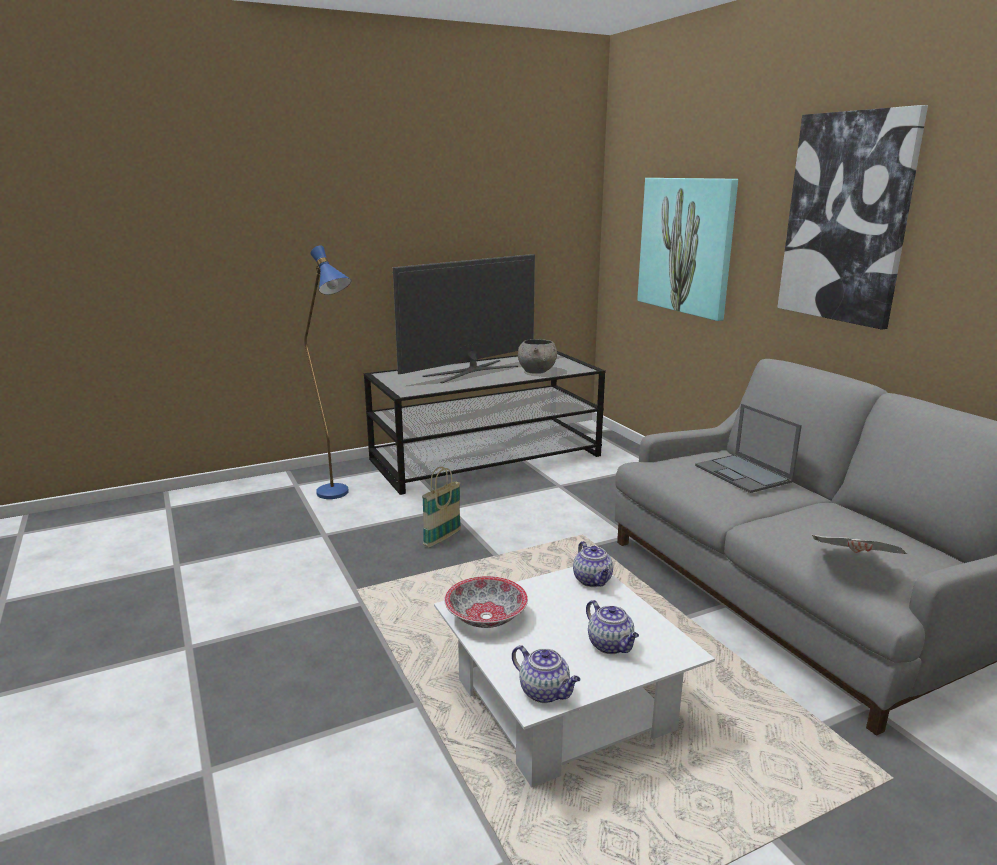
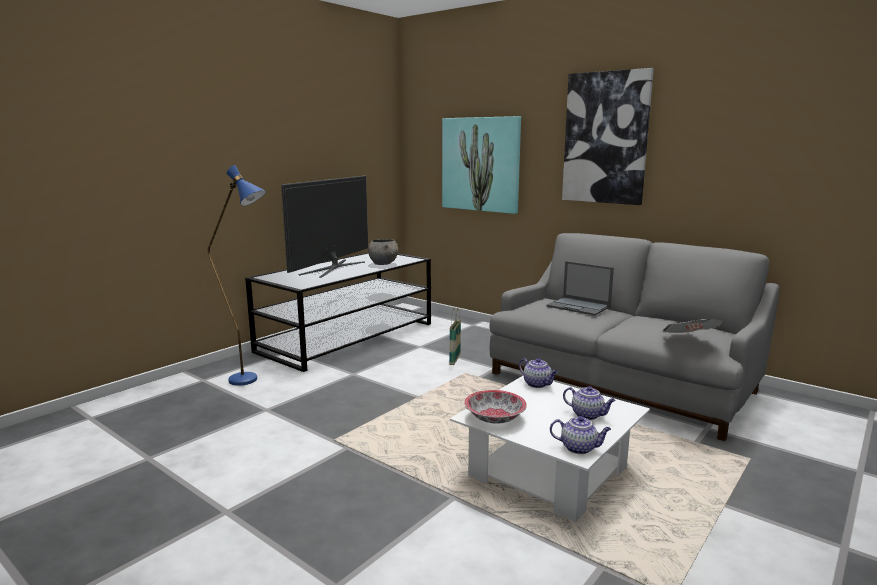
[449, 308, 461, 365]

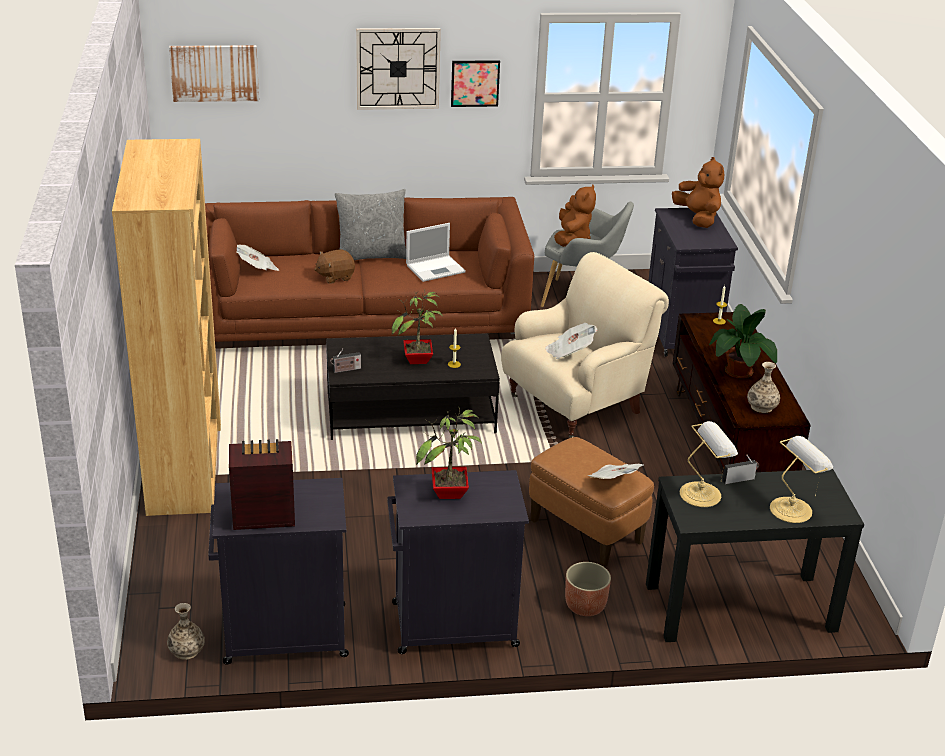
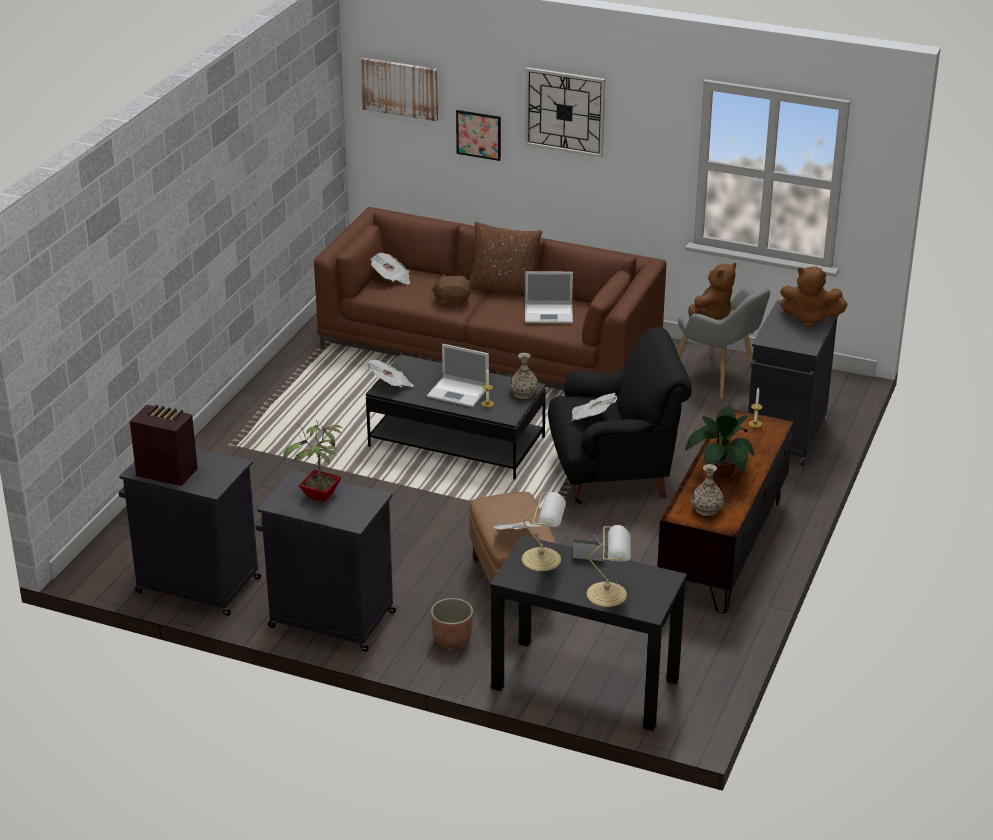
[112, 139, 221, 516] (first image)
[510, 353, 539, 399]
[456, 110, 501, 161]
[365, 360, 414, 387]
[427, 344, 489, 407]
[469, 222, 543, 297]
[548, 327, 691, 504]
[780, 266, 848, 328]

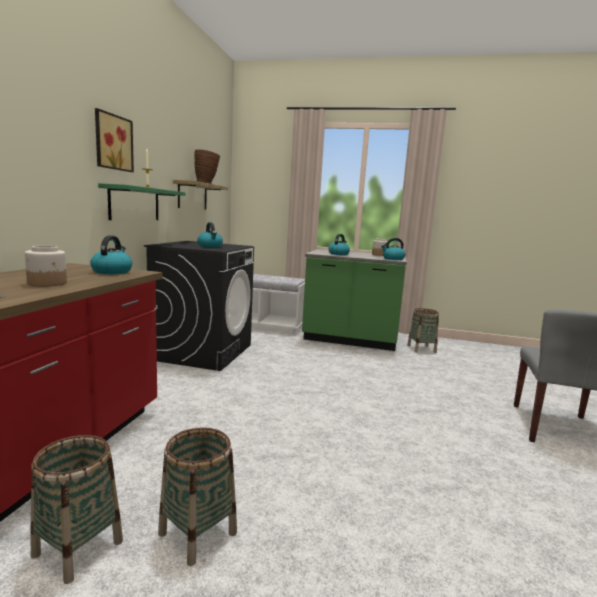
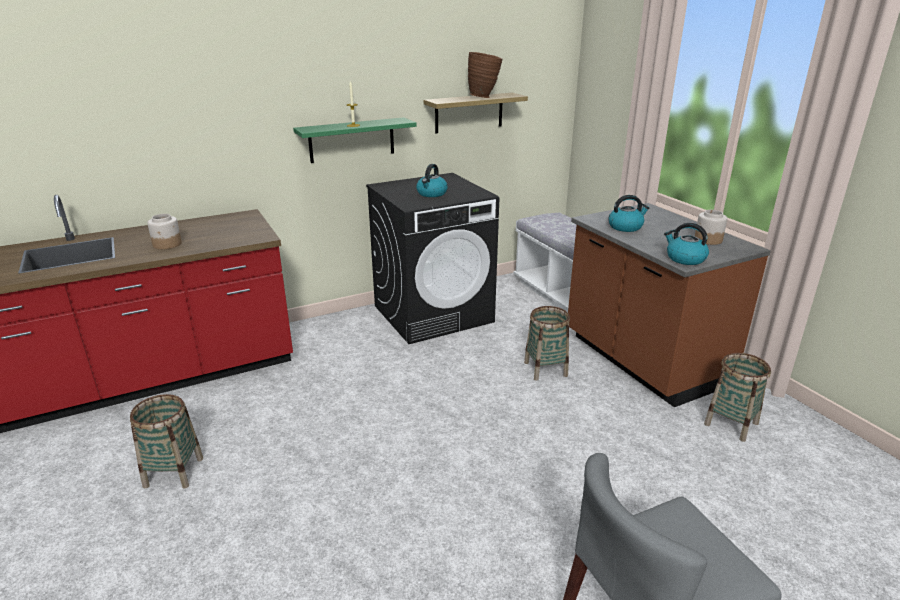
[90, 235, 132, 274] (first image)
[95, 108, 134, 172] (first image)
[524, 306, 570, 381]
[568, 203, 771, 407]

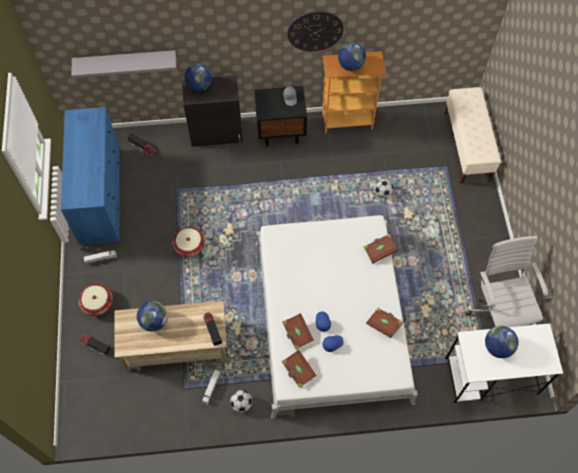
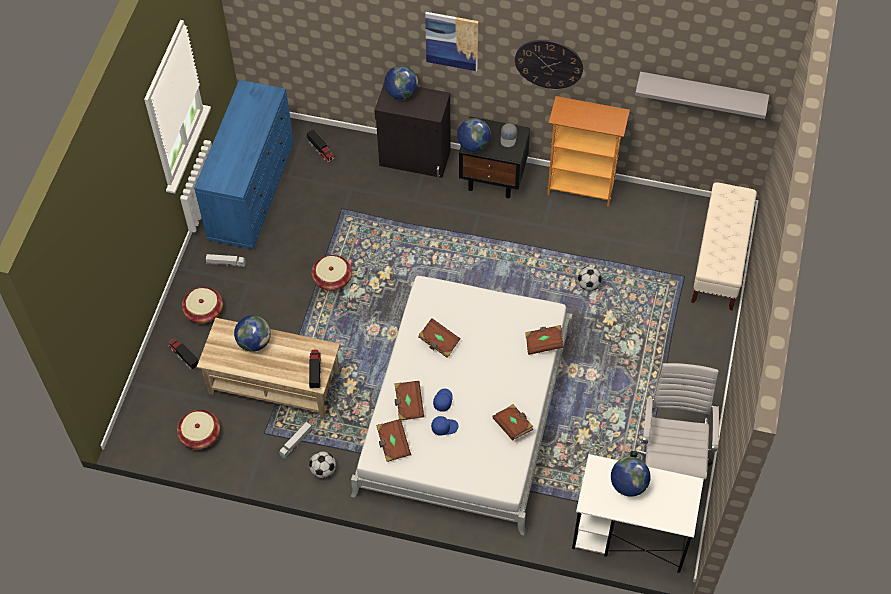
[177, 410, 220, 450]
[418, 318, 461, 358]
[425, 12, 478, 71]
[635, 72, 769, 119]
[457, 118, 491, 152]

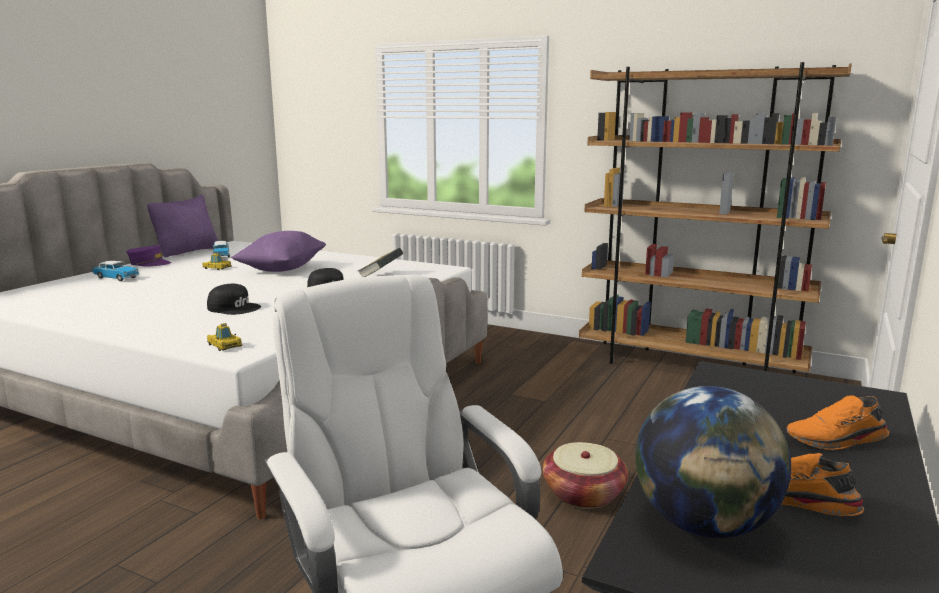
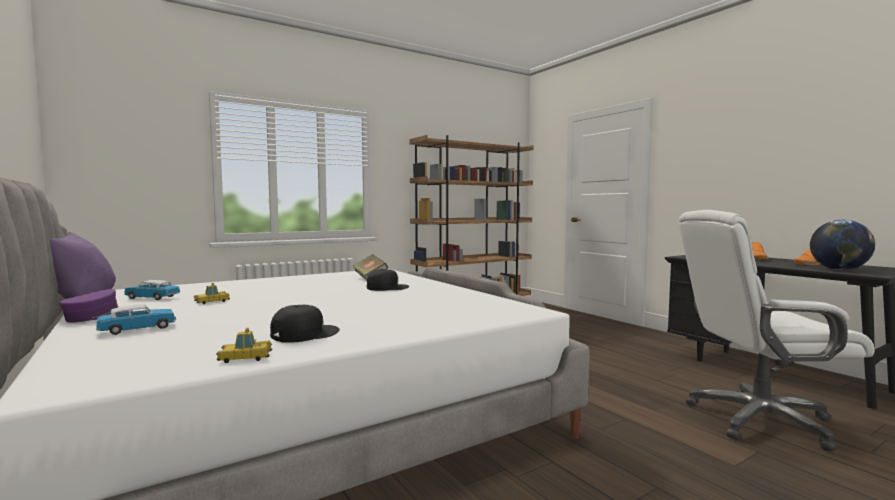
[231, 231, 326, 272] (first image)
[543, 442, 628, 509] (first image)
[270, 305, 340, 343]
[216, 327, 272, 363]

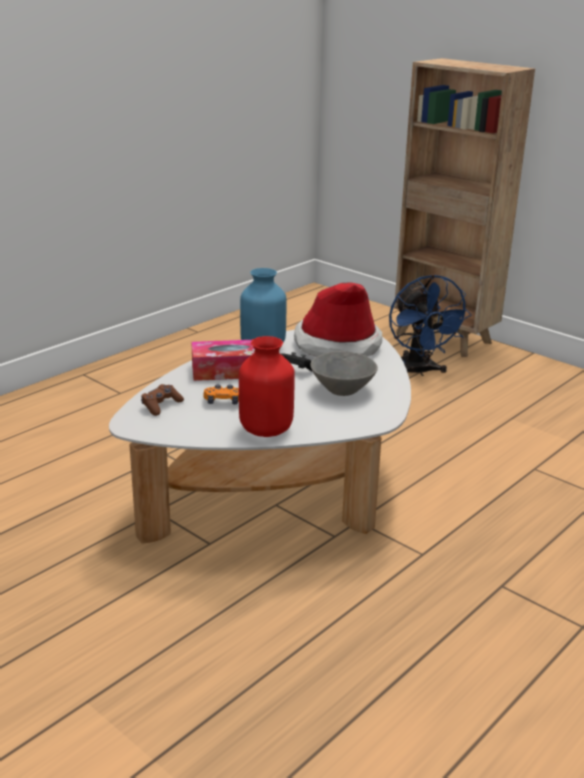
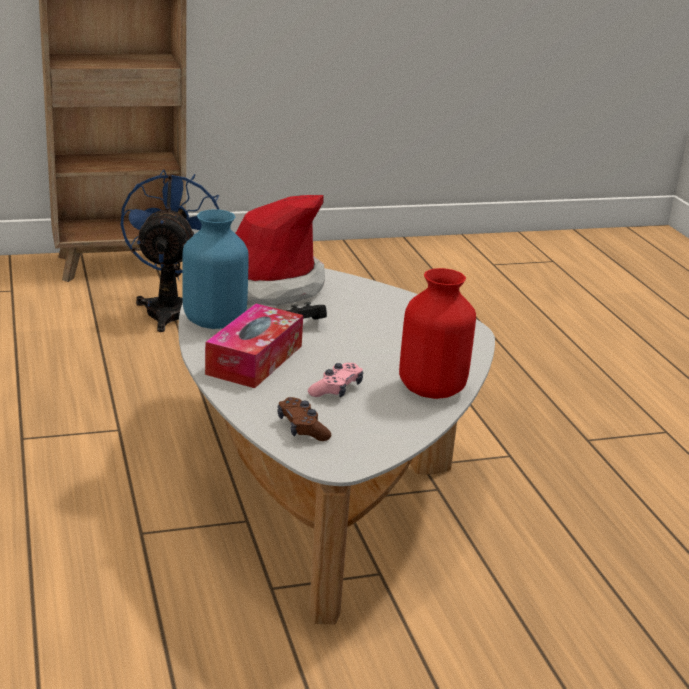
[311, 351, 378, 396] (first image)
[308, 363, 363, 397]
[121, 169, 220, 332]

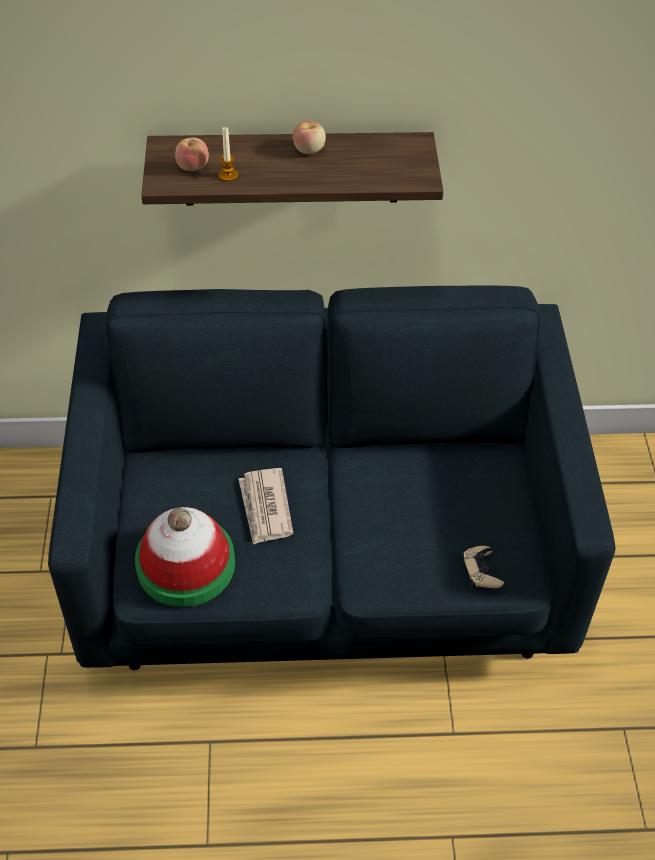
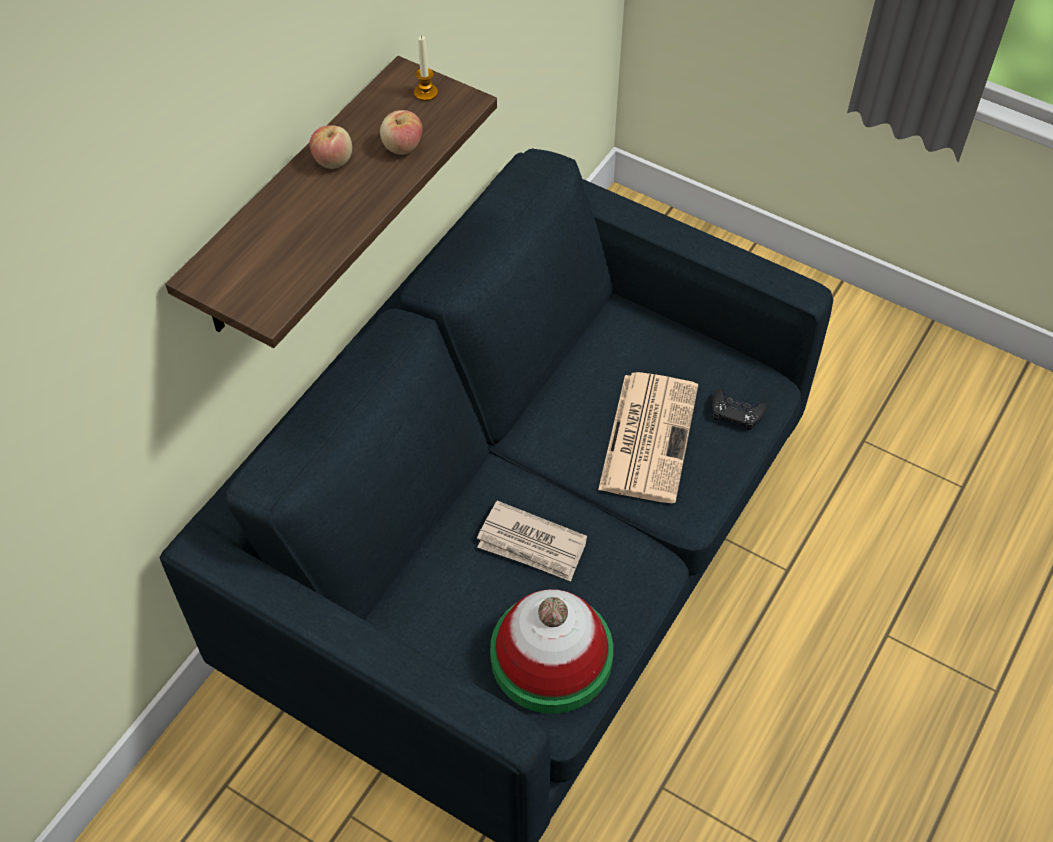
[598, 372, 698, 503]
[380, 110, 422, 155]
[414, 36, 438, 101]
[712, 389, 767, 430]

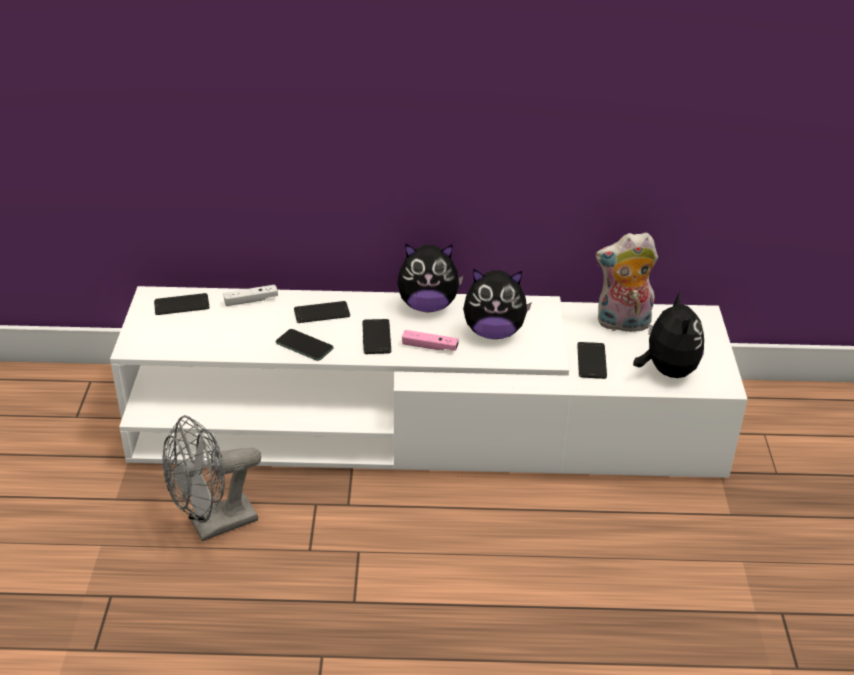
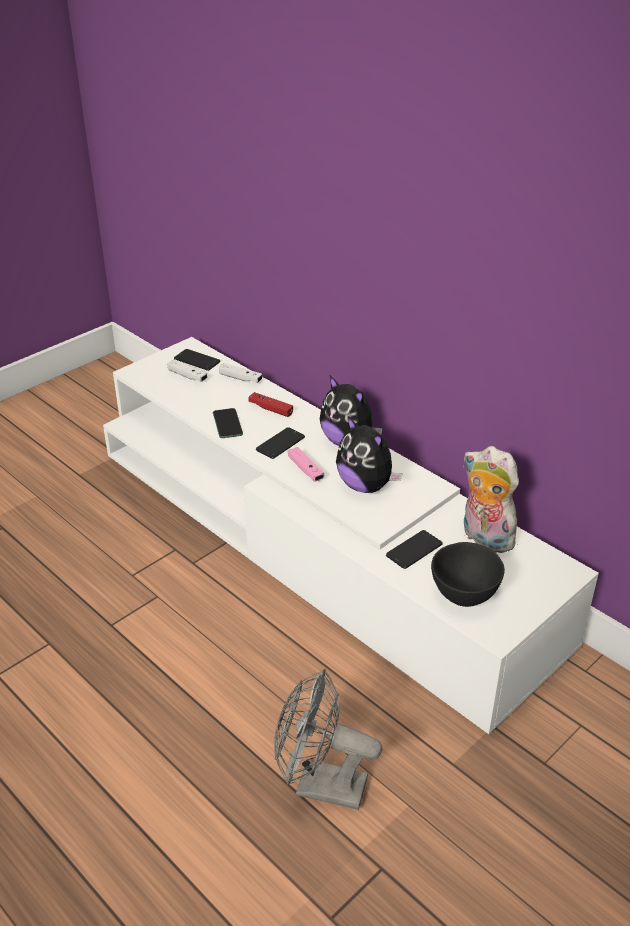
[167, 359, 207, 382]
[274, 669, 382, 810]
[248, 392, 293, 417]
[431, 542, 505, 607]

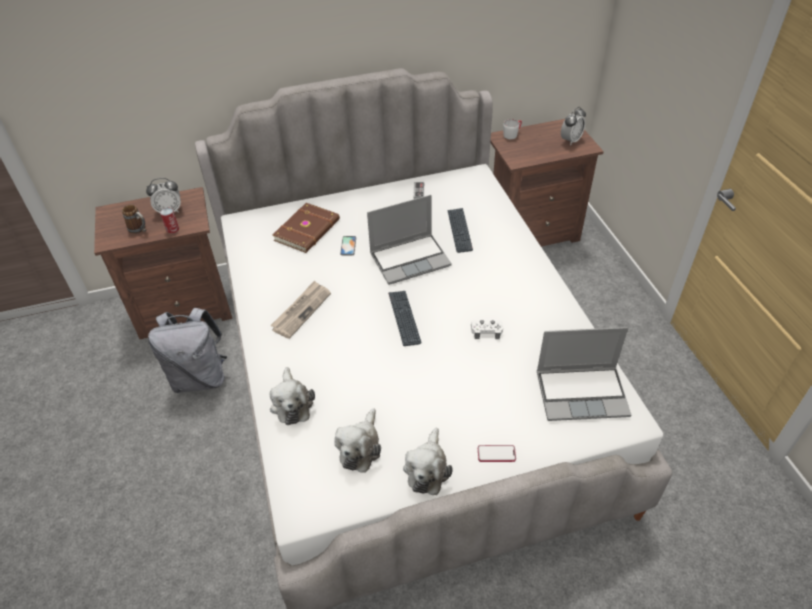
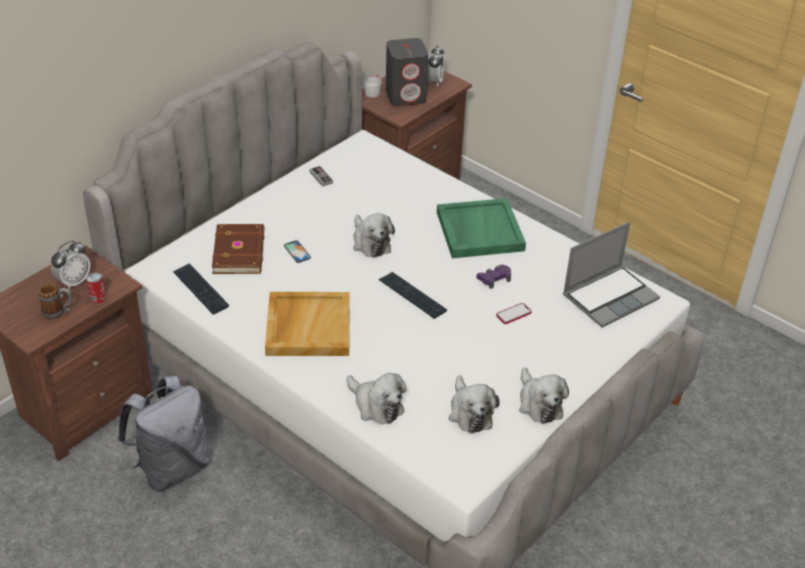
[386, 38, 428, 106]
[437, 198, 526, 258]
[173, 263, 229, 315]
[496, 303, 532, 324]
[265, 292, 350, 356]
[353, 213, 395, 258]
[476, 265, 511, 289]

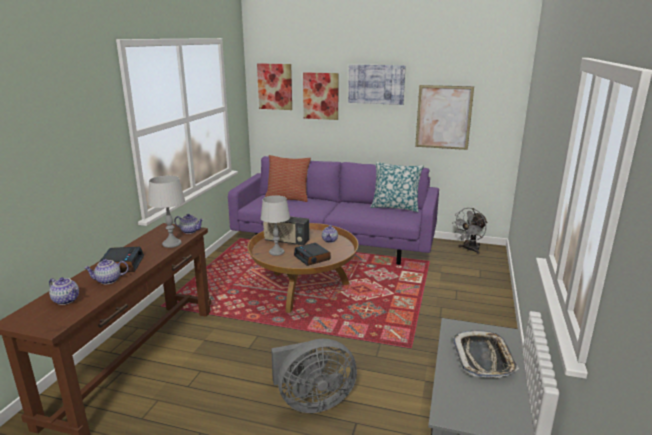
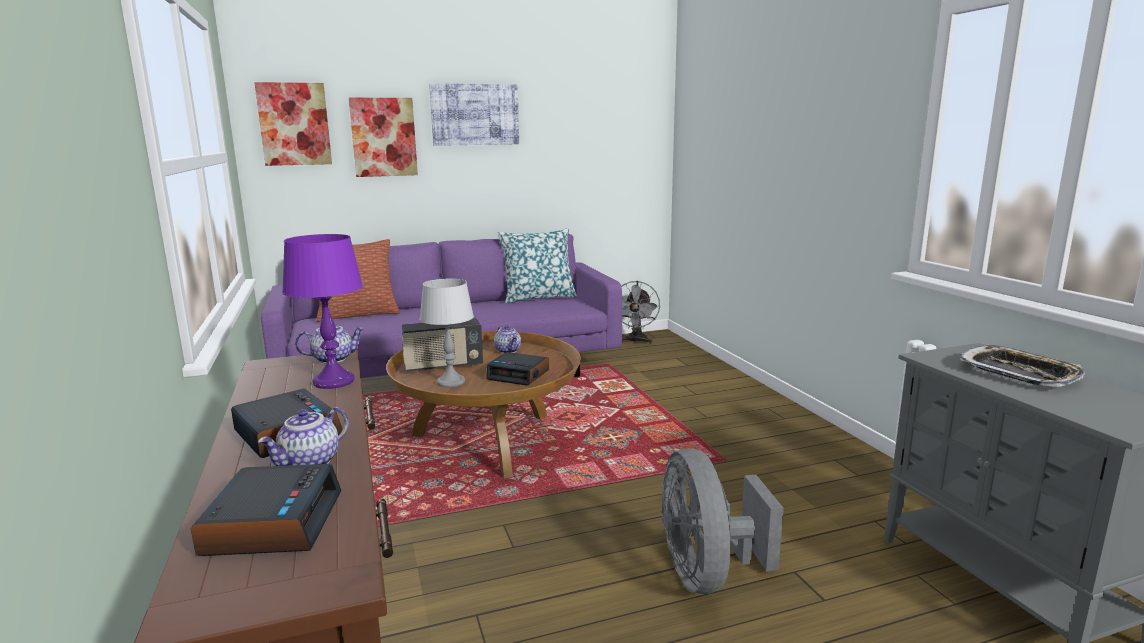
[415, 85, 474, 150] (first image)
[191, 464, 342, 556]
[282, 234, 363, 389]
[661, 448, 784, 594]

